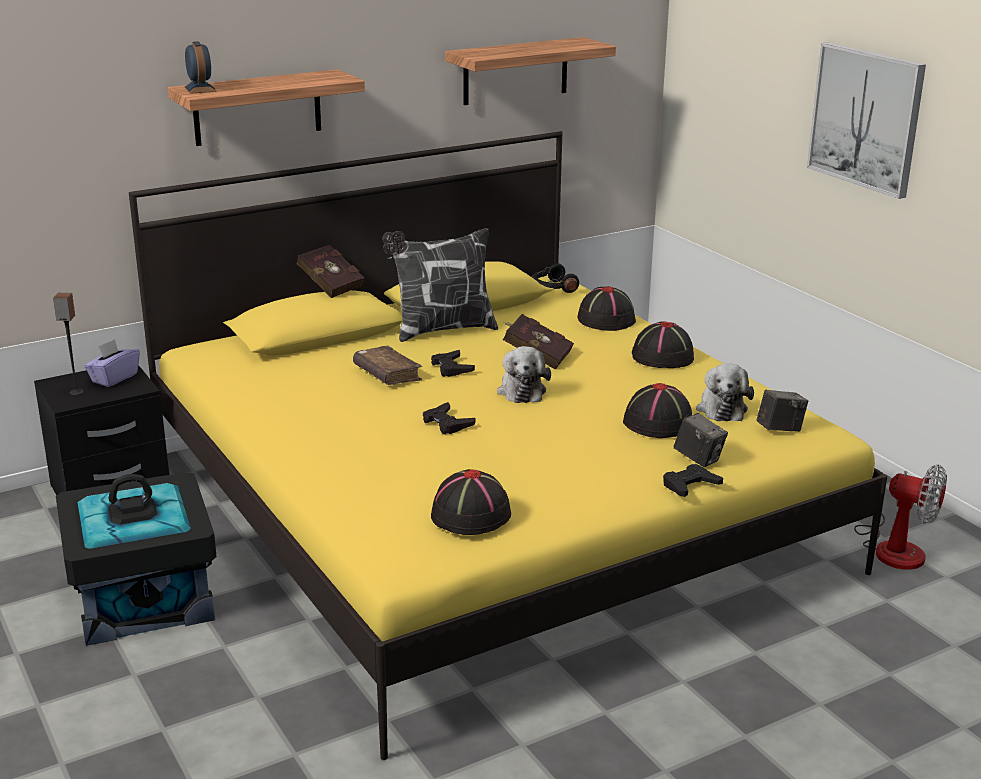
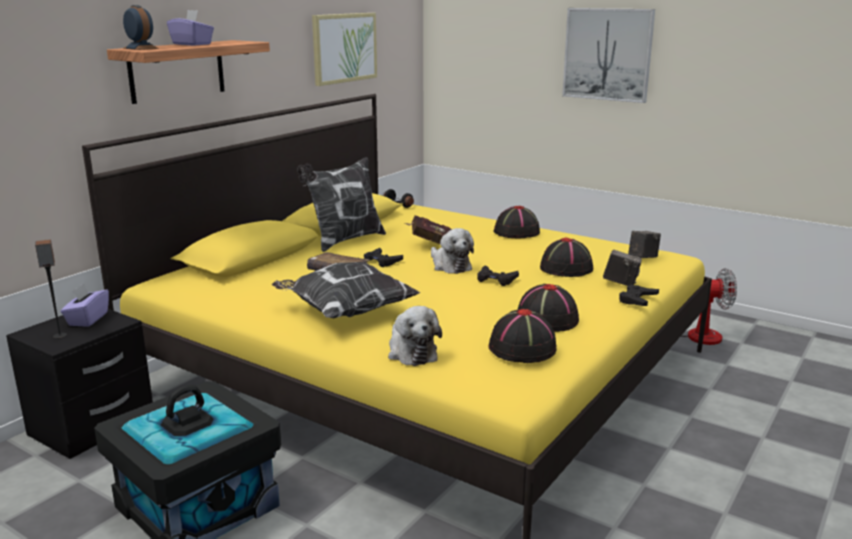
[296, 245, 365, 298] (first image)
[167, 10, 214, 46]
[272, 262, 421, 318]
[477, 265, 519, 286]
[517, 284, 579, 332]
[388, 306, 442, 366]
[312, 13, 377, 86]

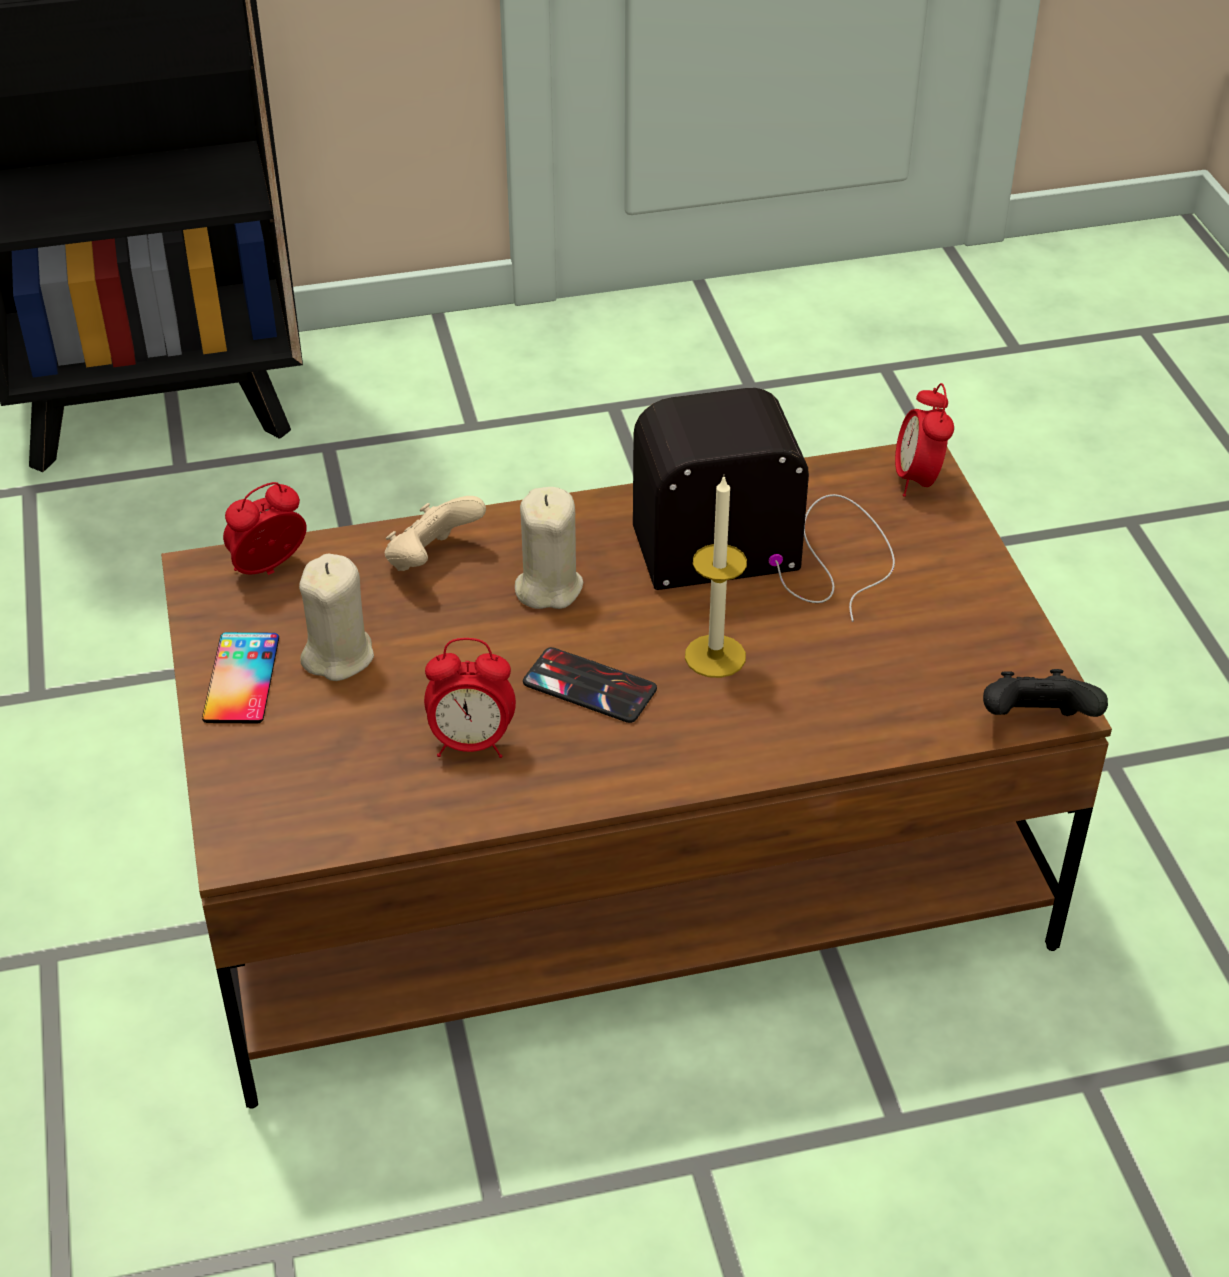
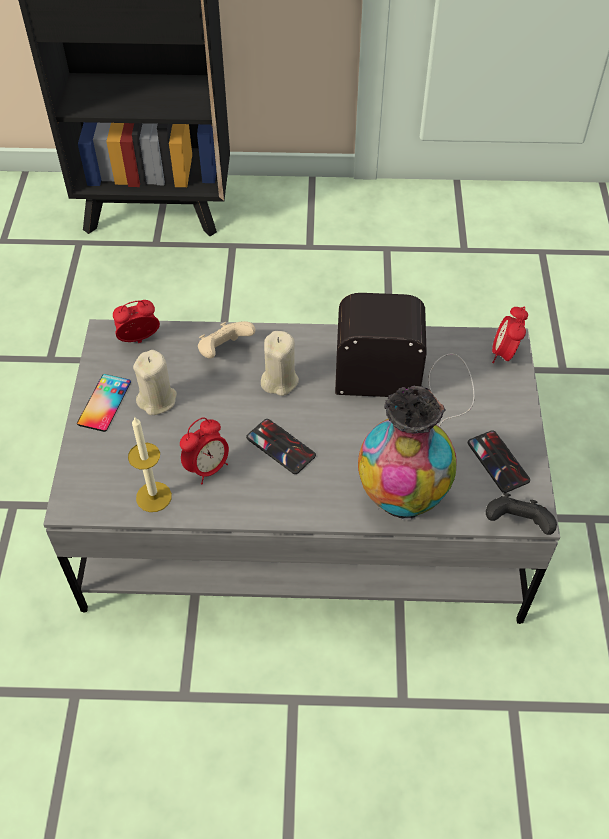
[358, 386, 457, 520]
[468, 431, 530, 493]
[128, 416, 172, 512]
[43, 319, 560, 624]
[180, 417, 229, 484]

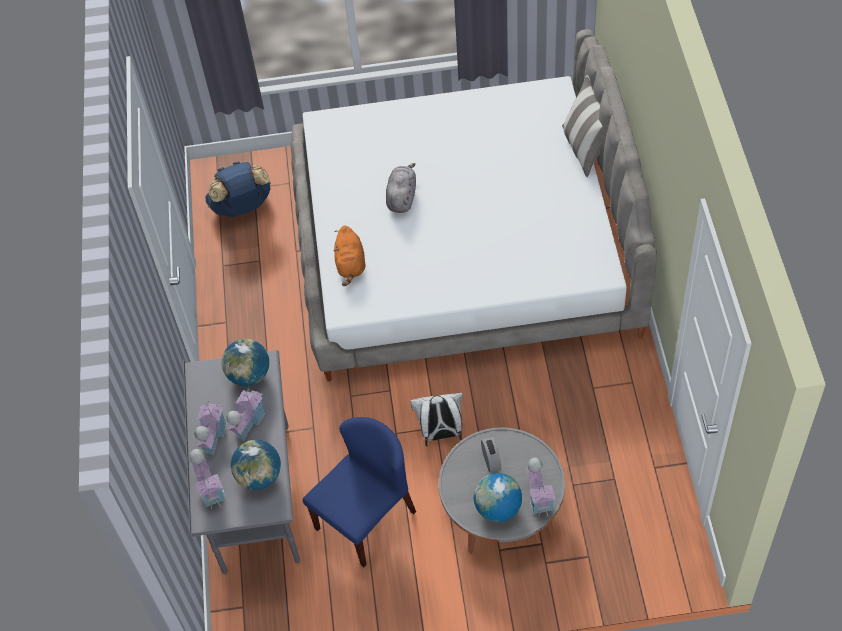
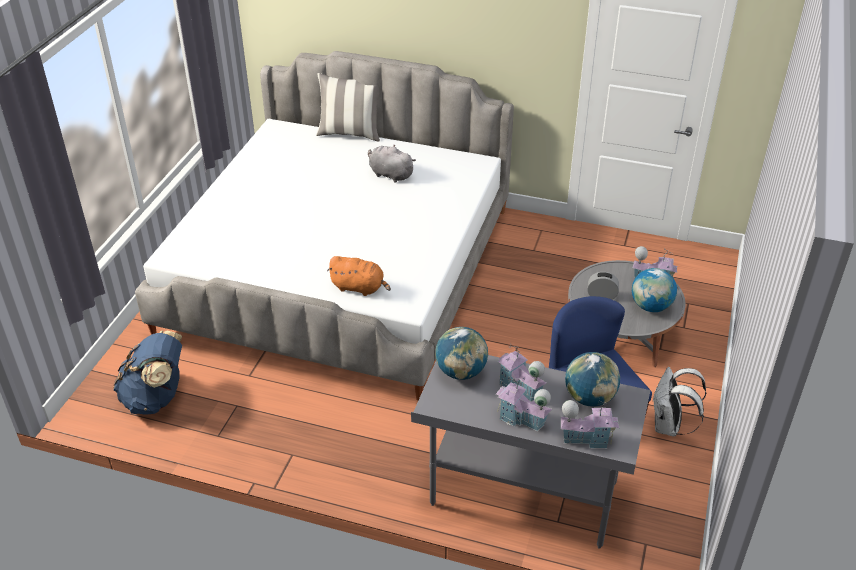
[368, 145, 416, 183]
[652, 367, 707, 436]

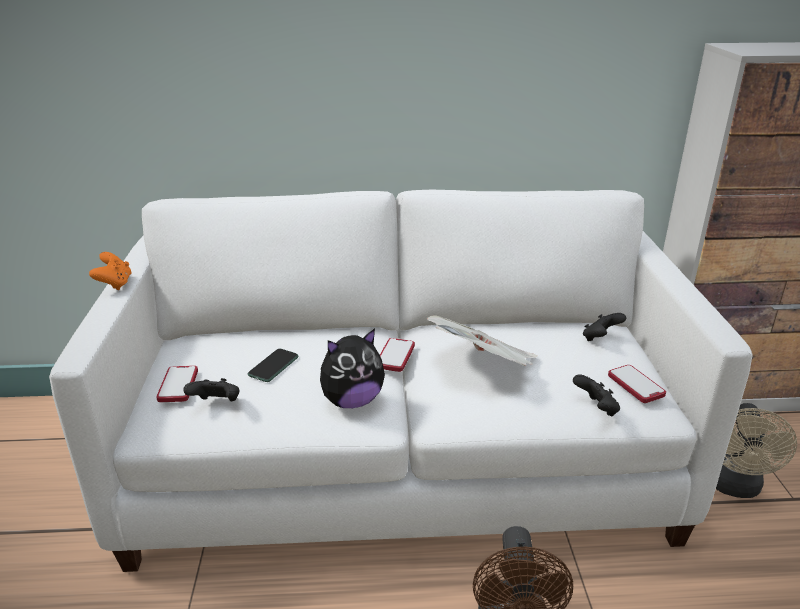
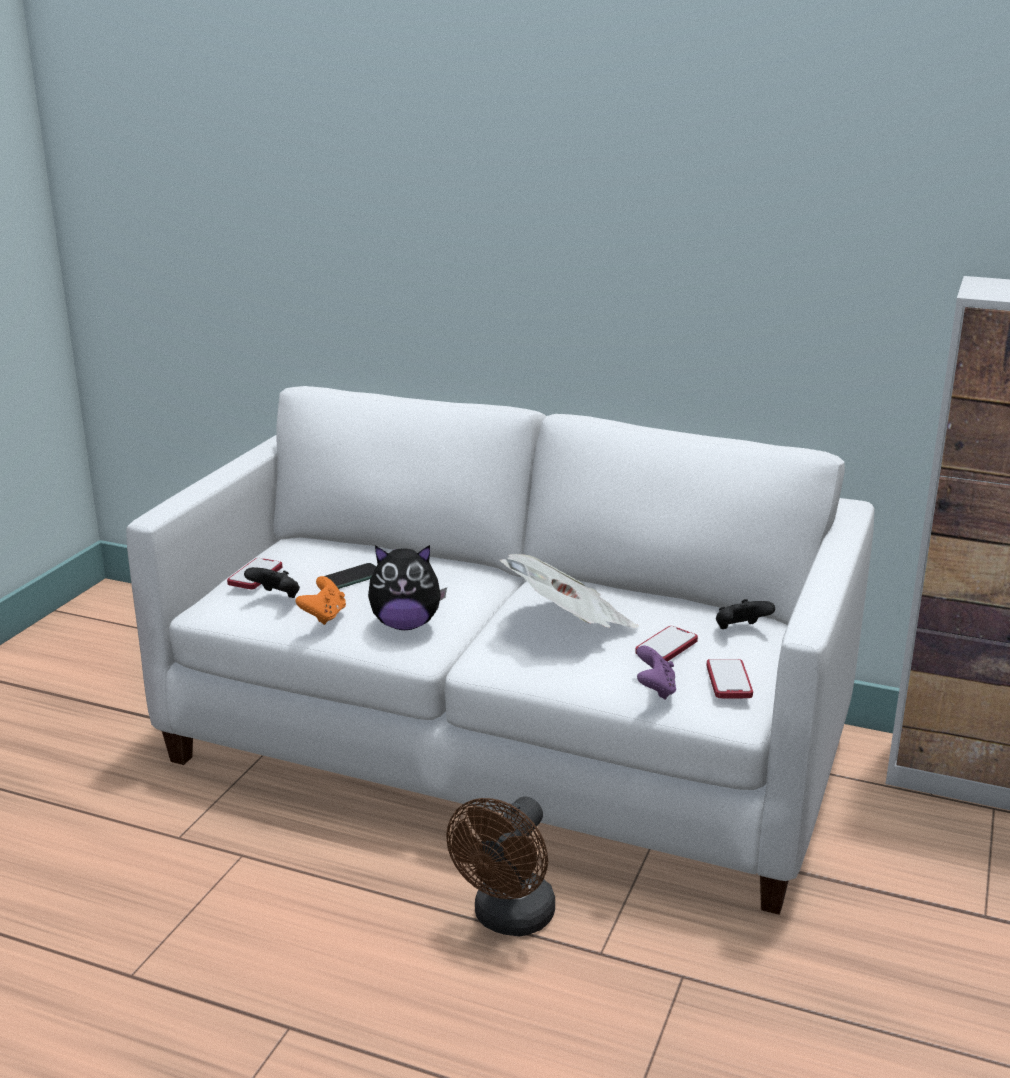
[716, 403, 797, 498] (first image)
[296, 576, 346, 625]
[635, 626, 698, 661]
[636, 646, 676, 700]

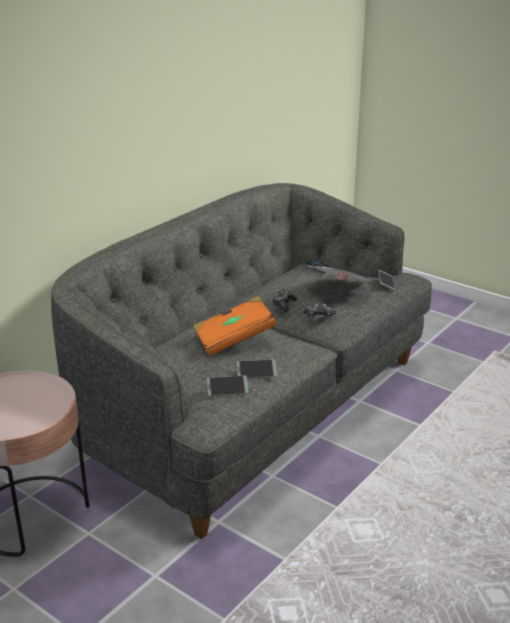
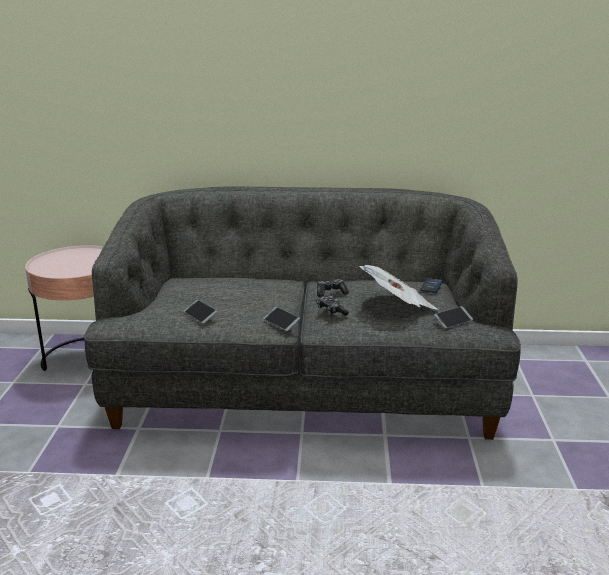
[193, 296, 277, 356] (first image)
[263, 307, 300, 331]

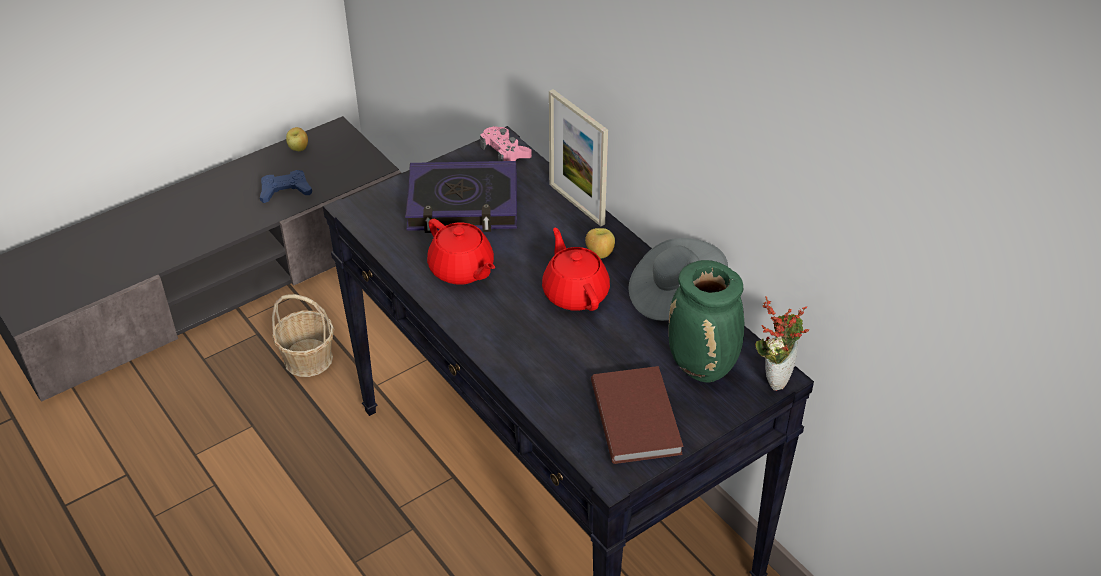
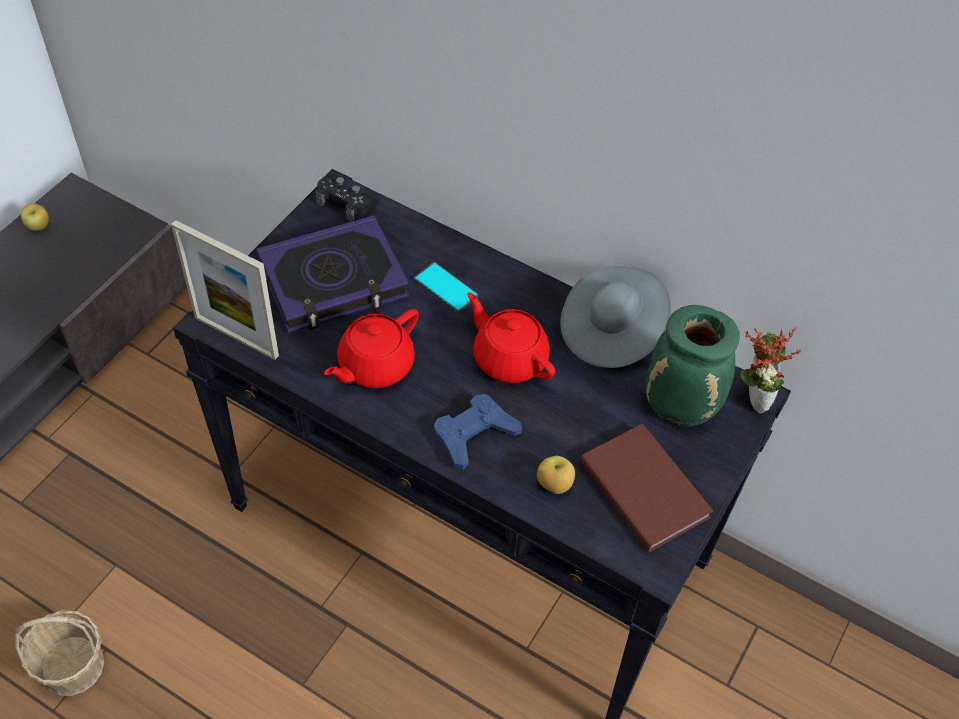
[414, 262, 478, 313]
[434, 394, 522, 470]
[15, 610, 104, 696]
[171, 220, 279, 360]
[537, 456, 575, 494]
[315, 173, 379, 222]
[324, 309, 419, 388]

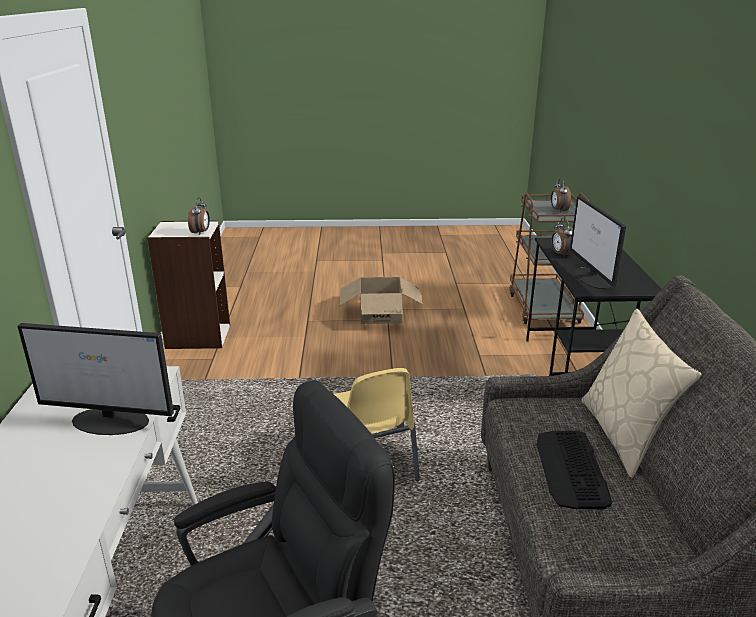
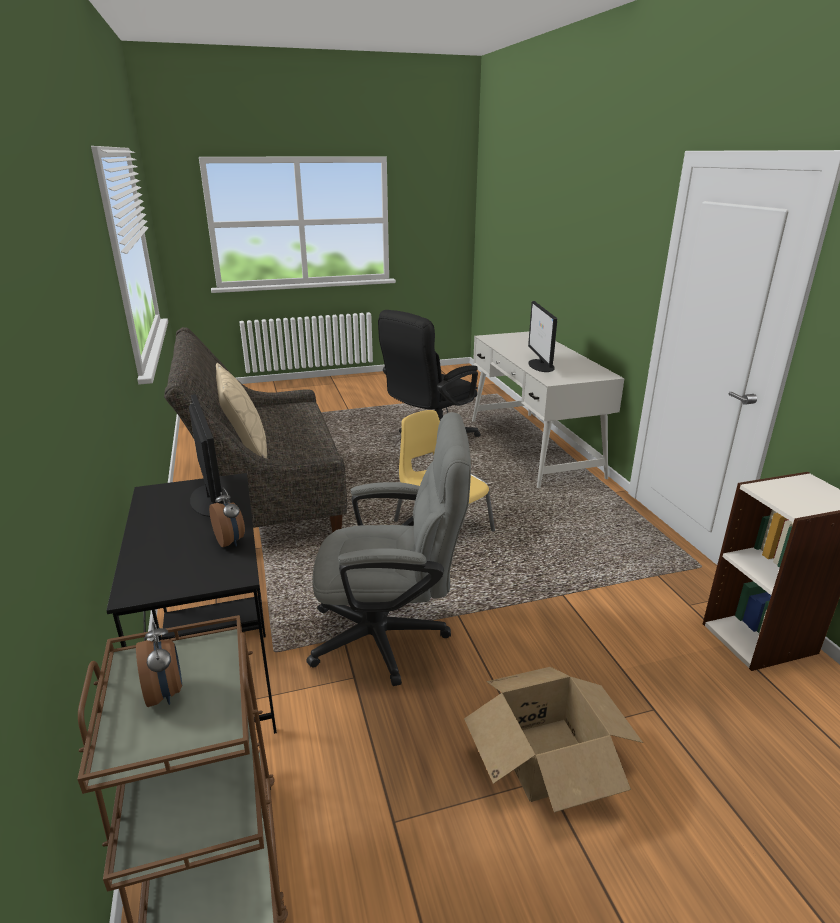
[188, 197, 210, 235] (first image)
[536, 431, 612, 510] (first image)
[306, 412, 471, 686]
[528, 301, 557, 372]

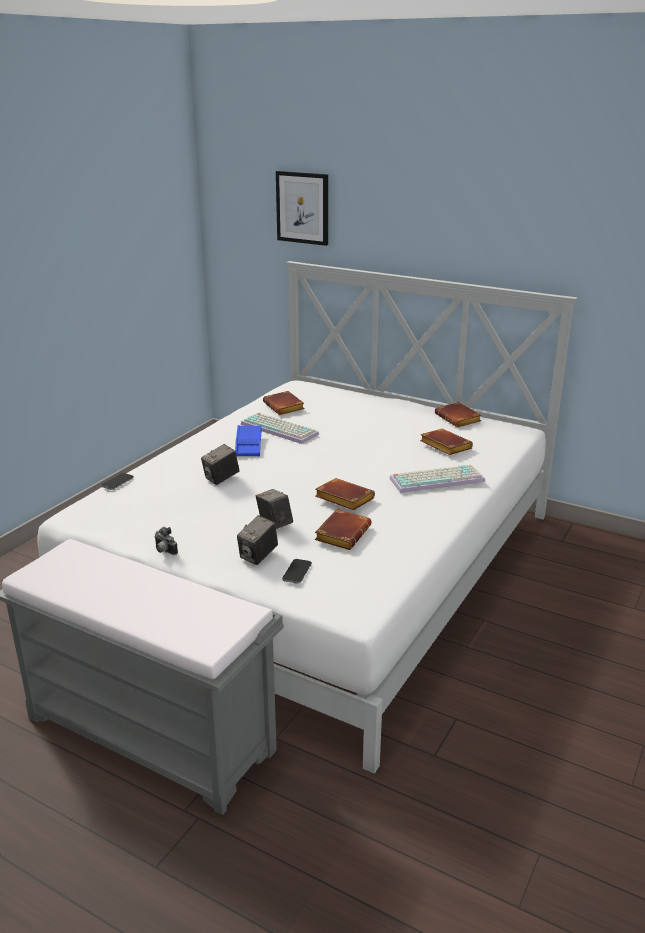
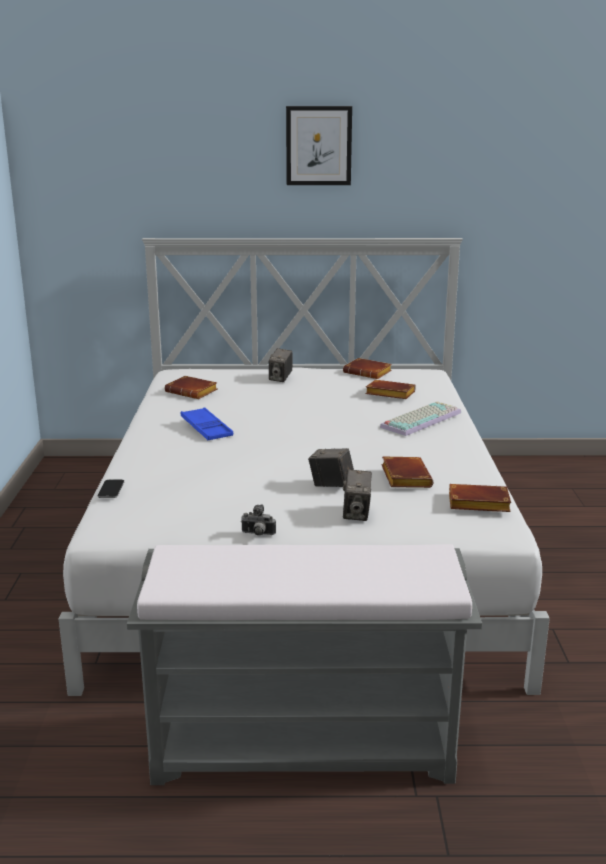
[241, 413, 319, 444] (first image)
[282, 559, 312, 584] (first image)
[269, 348, 292, 382]
[286, 106, 352, 185]
[449, 484, 511, 512]

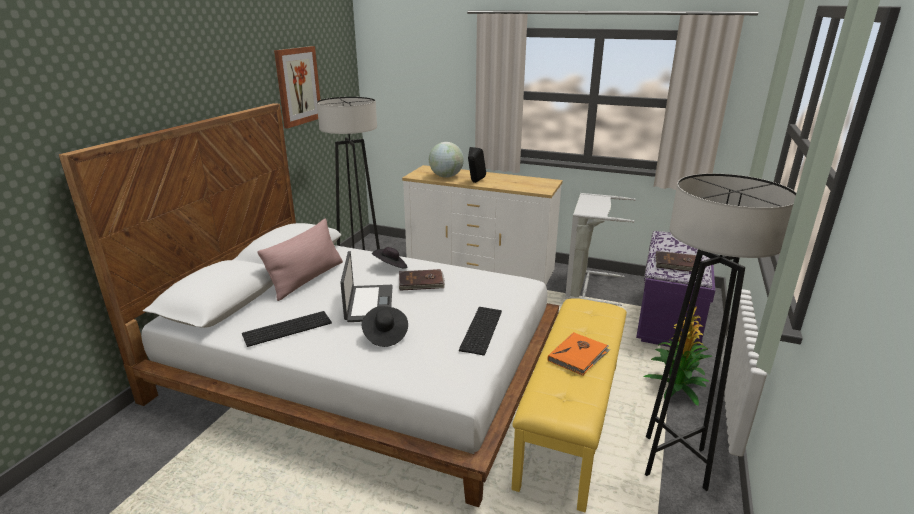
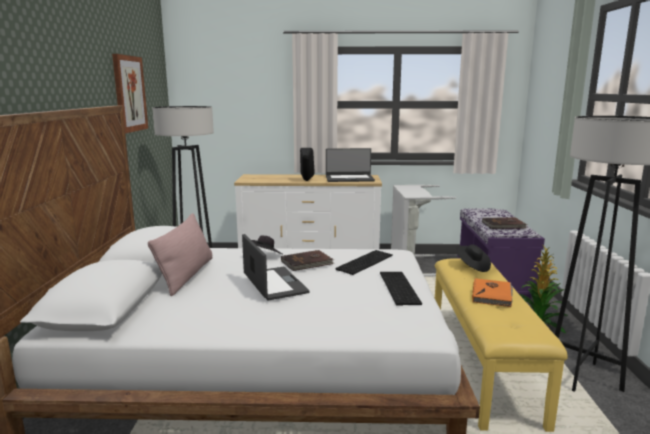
[429, 142, 464, 178] (first image)
[326, 148, 375, 182]
[335, 250, 393, 275]
[456, 244, 491, 272]

